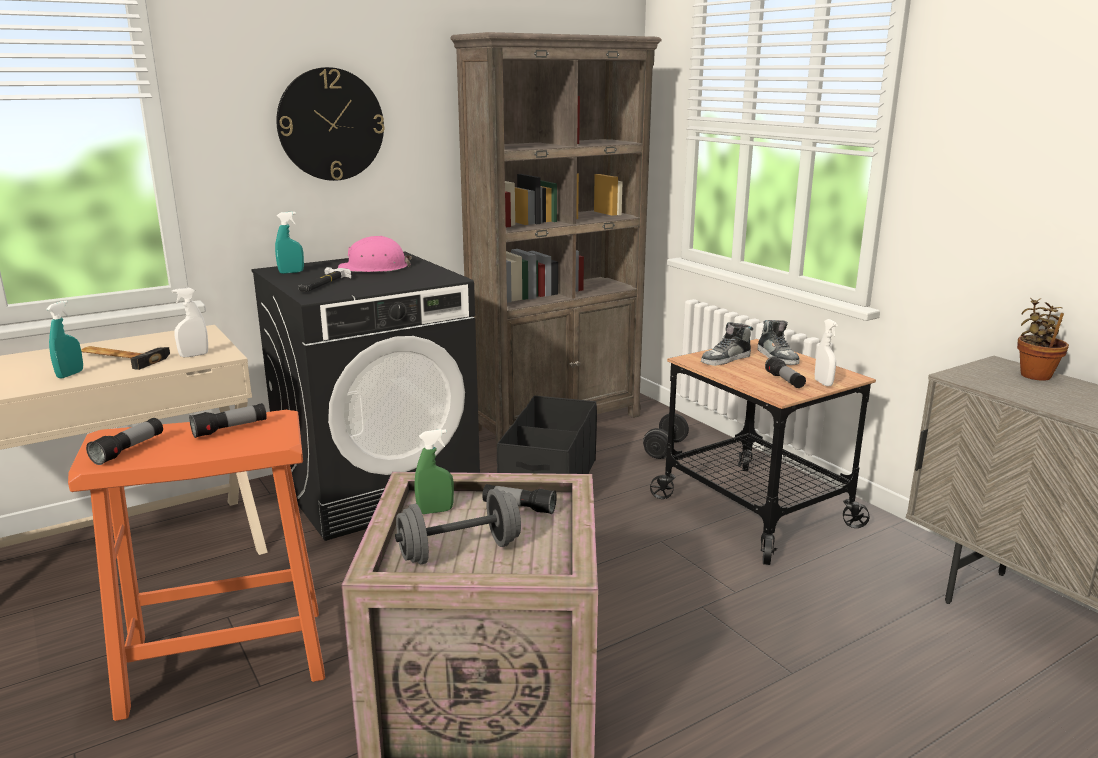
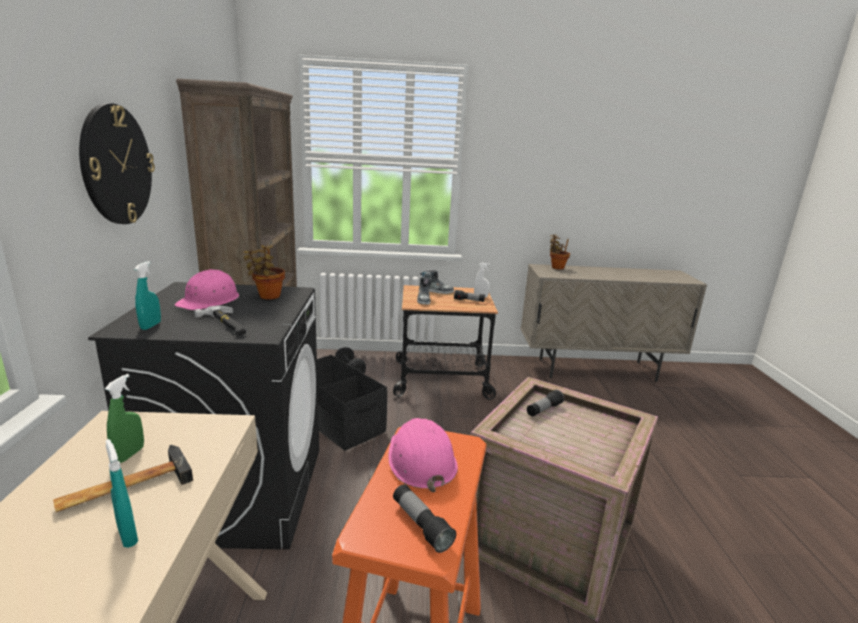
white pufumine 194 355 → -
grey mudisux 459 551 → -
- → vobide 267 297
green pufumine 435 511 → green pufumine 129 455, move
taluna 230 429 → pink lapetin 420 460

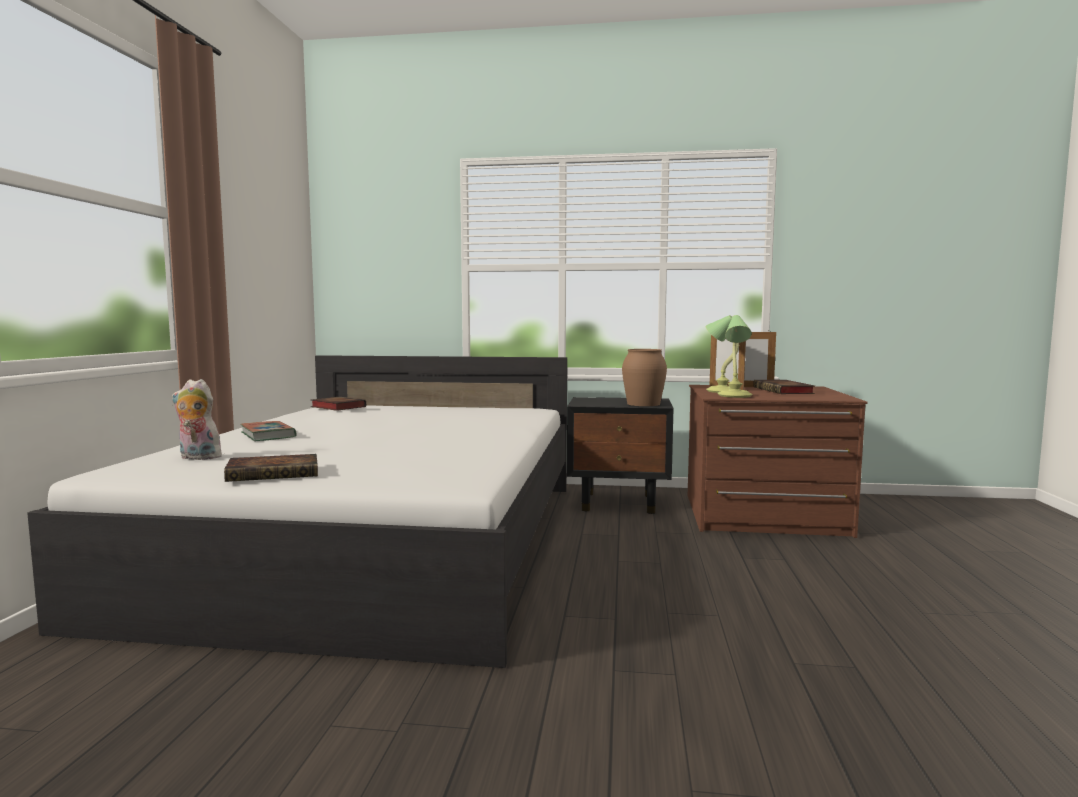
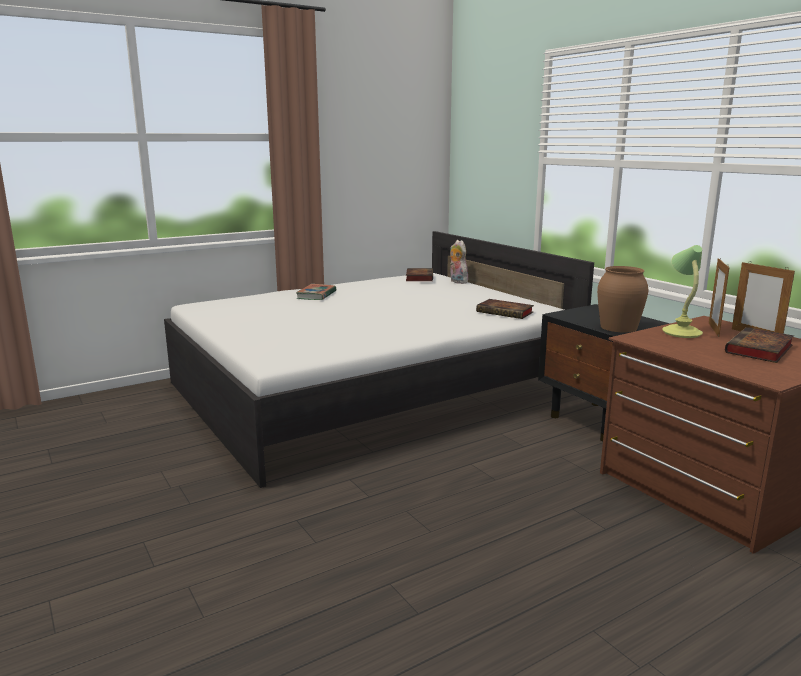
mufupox 734 396 → -
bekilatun 197 458 → bekilatun 457 281, move
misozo 276 473 → misozo 506 312, move

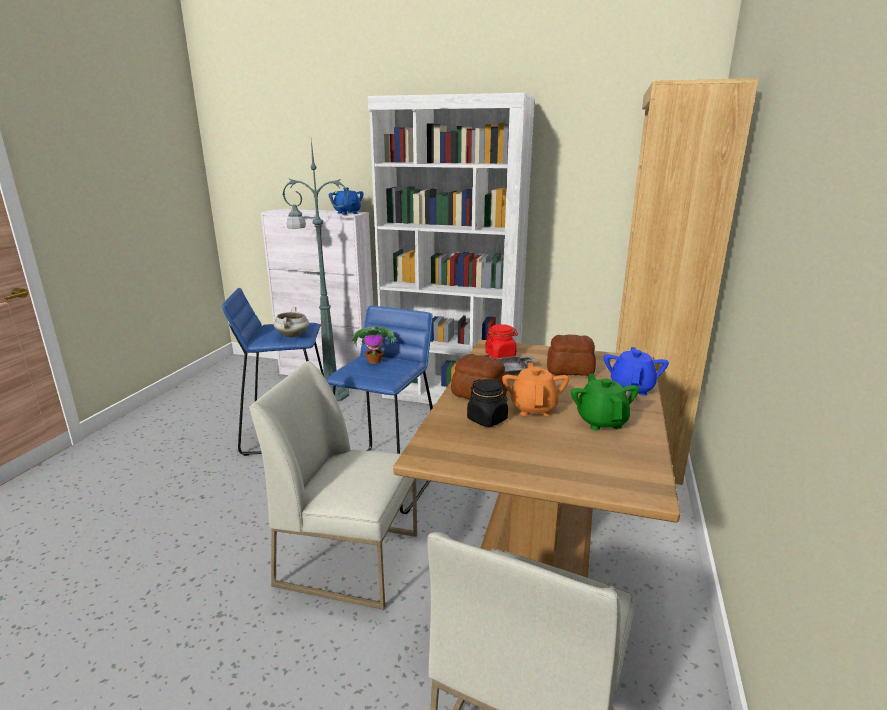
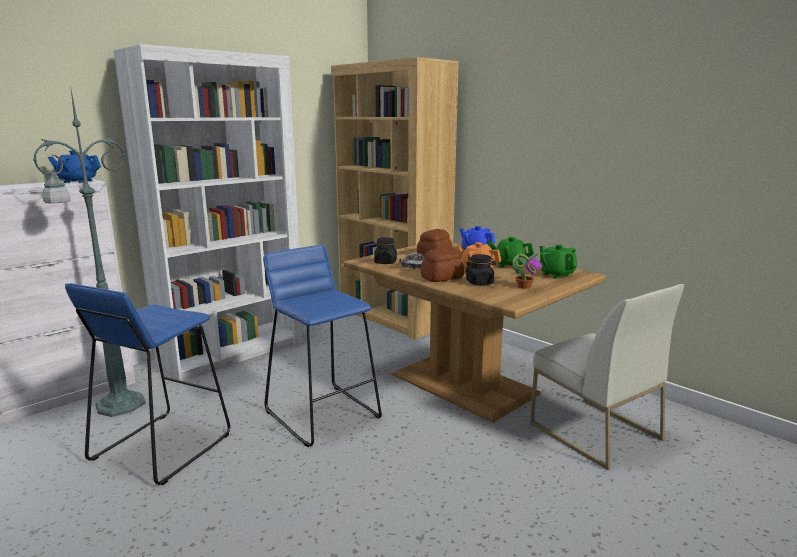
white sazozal 350 558 → -
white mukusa 293 336 → -
- → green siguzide 556 274
vobide 375 361 → vobide 524 286, move
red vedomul 500 355 → black vedomul 385 262

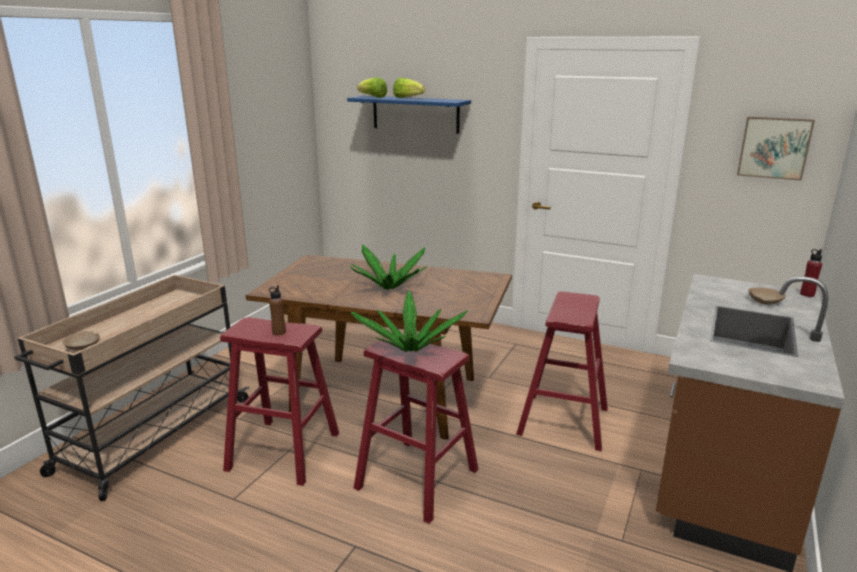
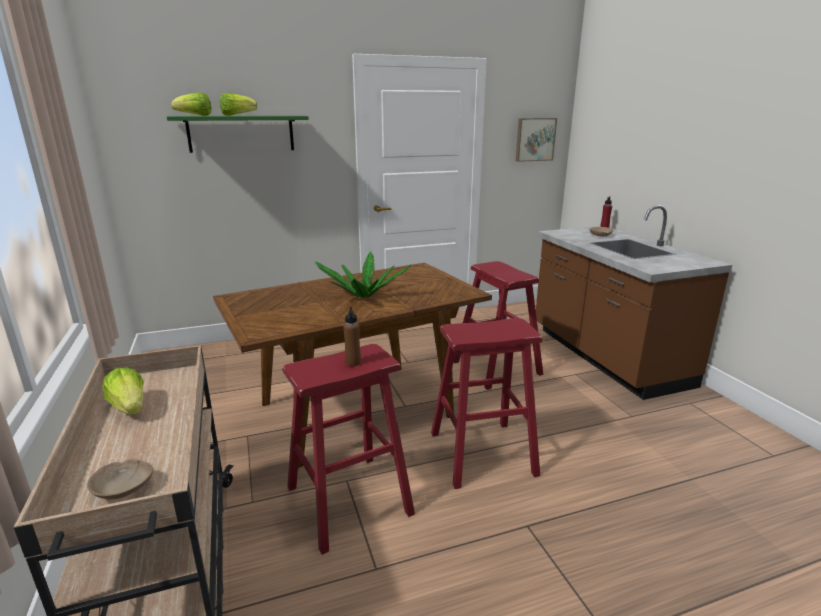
vobide 410 348 → -
- → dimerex 129 407
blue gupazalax 415 114 → green gupazalax 241 133

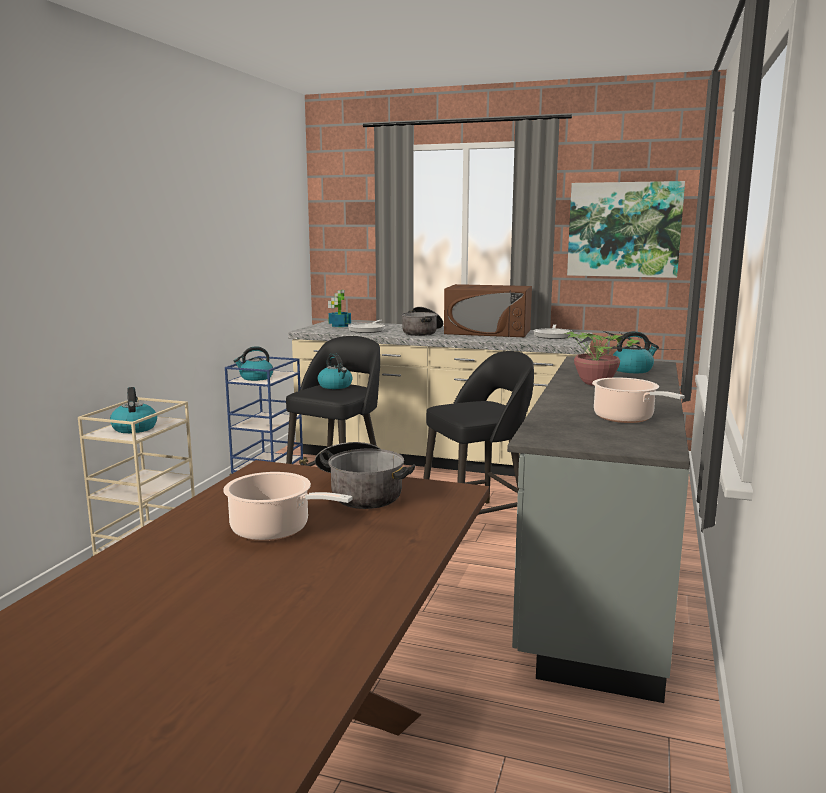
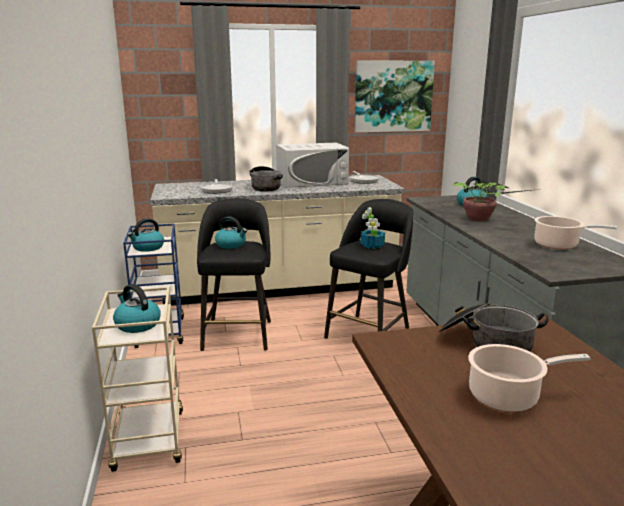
vobide 339 326 → vobide 372 246, move
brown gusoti 488 332 → white gusoti 312 181

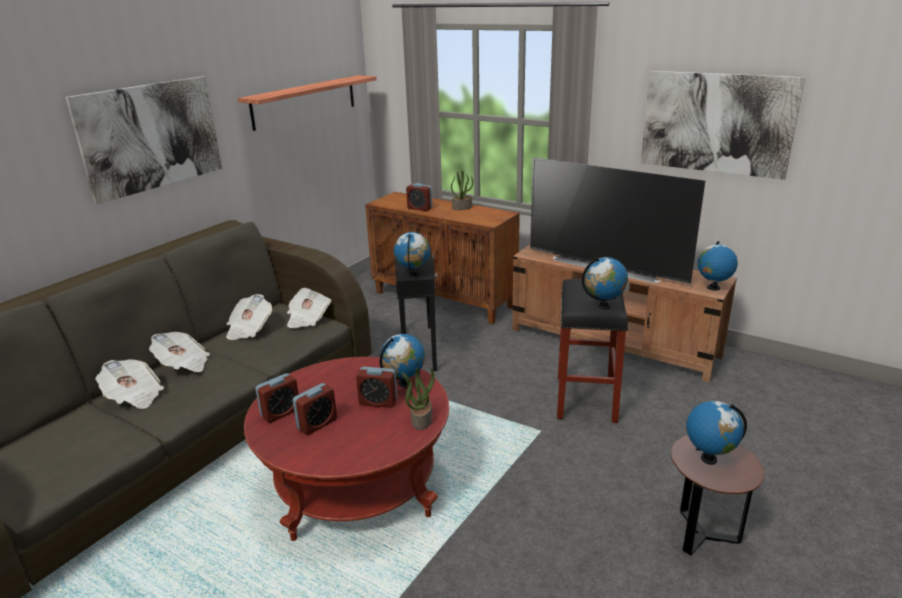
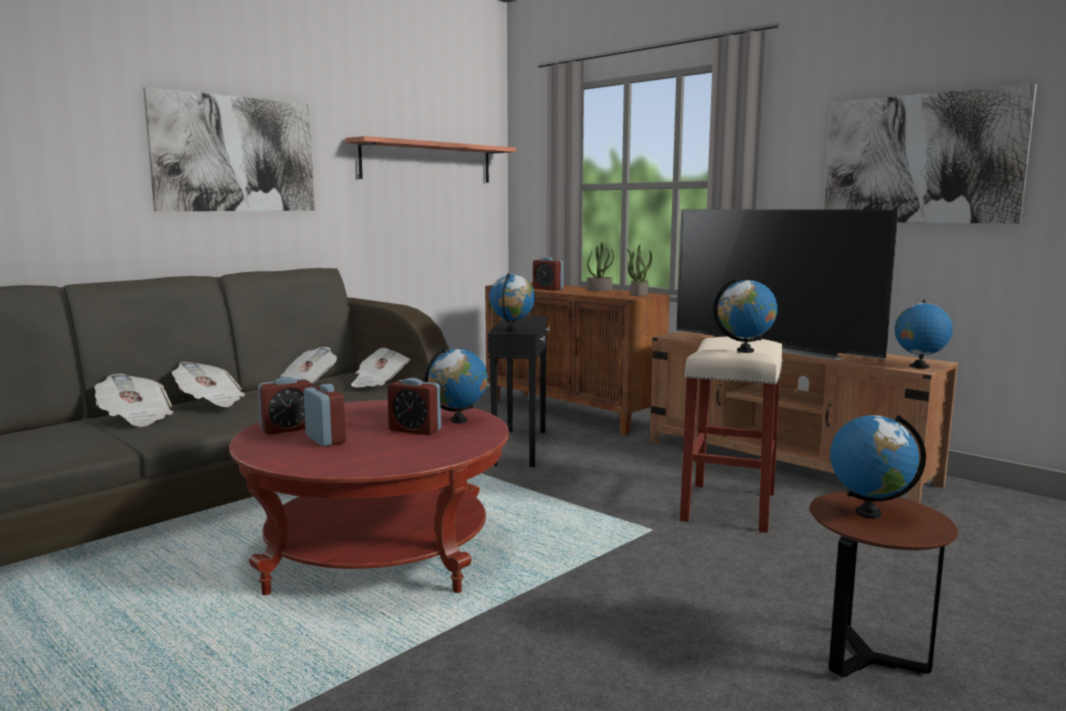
vobide 421 419 → vobide 638 294, move
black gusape 586 399 → beige gusape 729 507
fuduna 317 424 → fuduna 325 439, 90 degrees counterclockwise

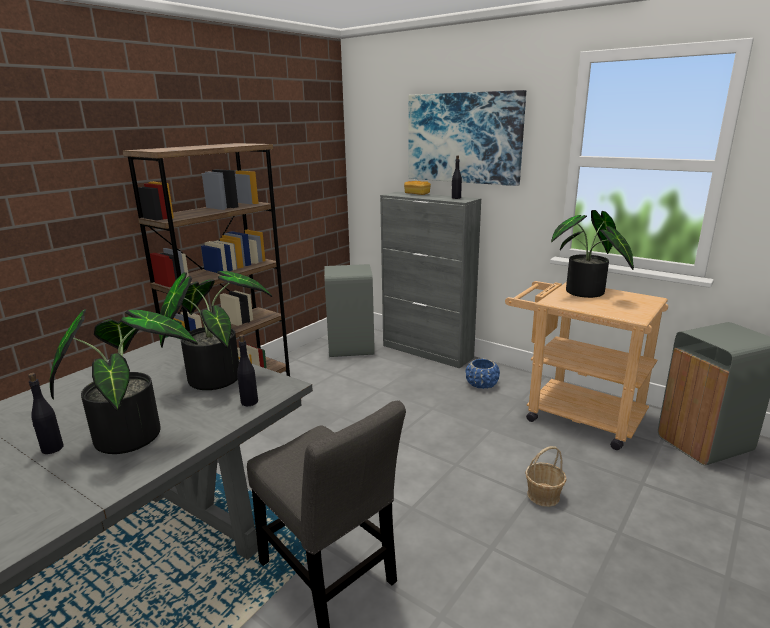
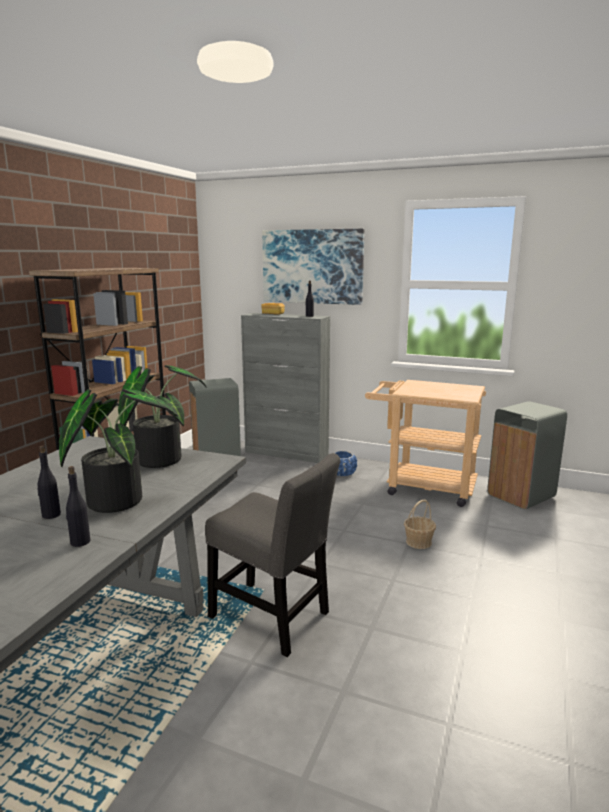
vobide 586 294 → -
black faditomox 249 402 → black faditomox 80 542, move

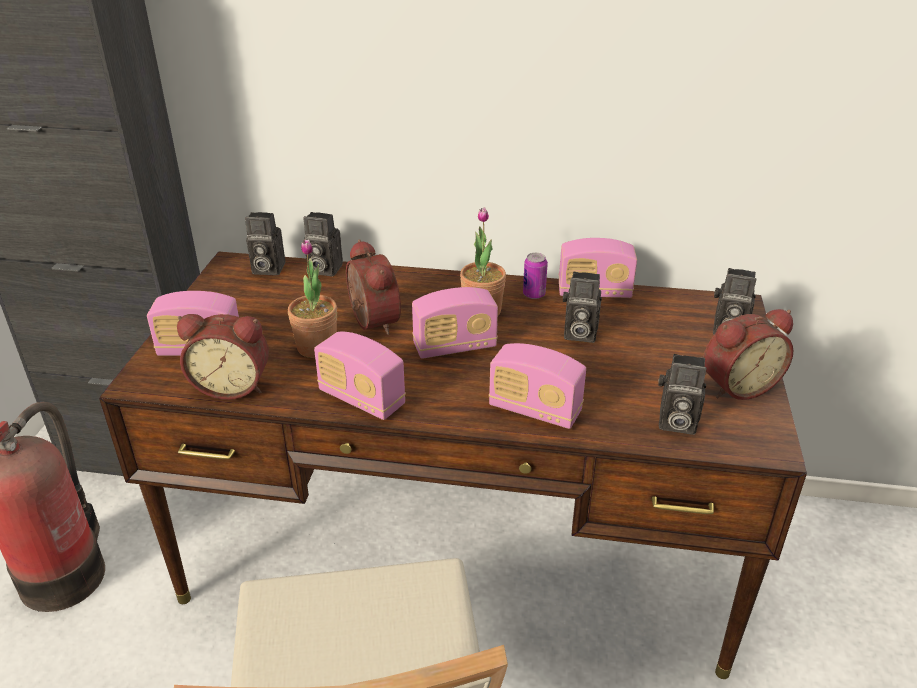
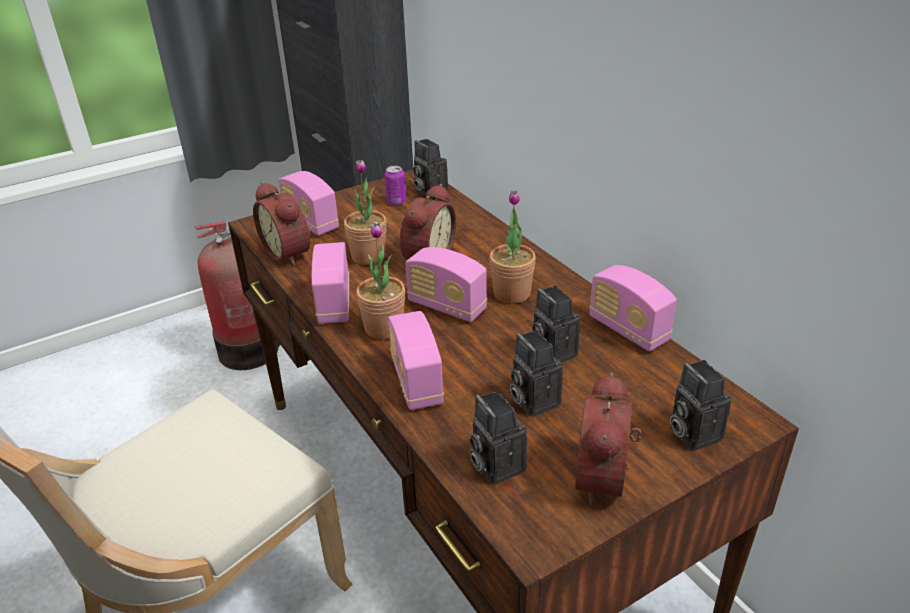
- → vobide 384 328
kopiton 322 269 → kopiton 532 400, move
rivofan 534 294 → rivofan 396 202, move
fuduna 737 385 → fuduna 606 479, 75 degrees clockwise

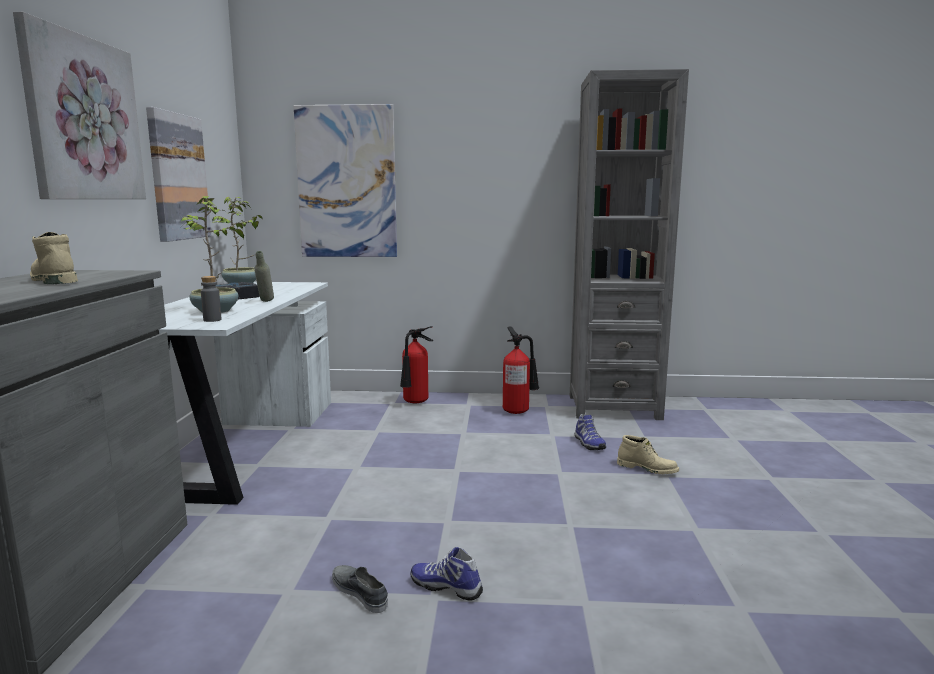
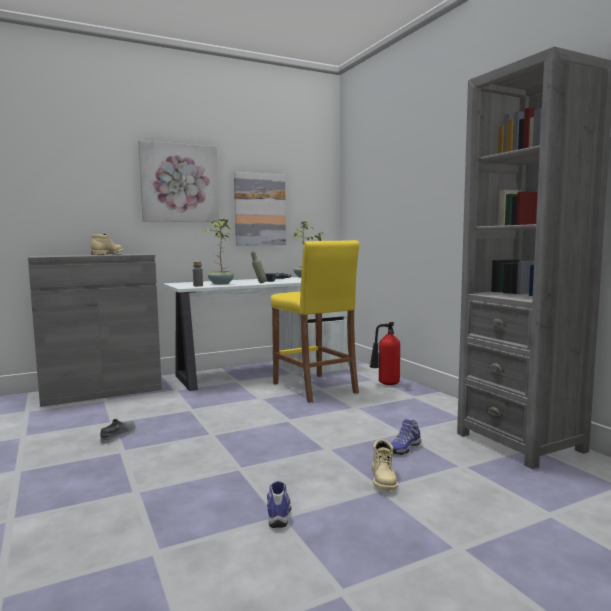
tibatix 346 182 → -
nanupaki 518 411 → -
- → yellow gusape 314 388
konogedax 447 587 → konogedax 279 513, move

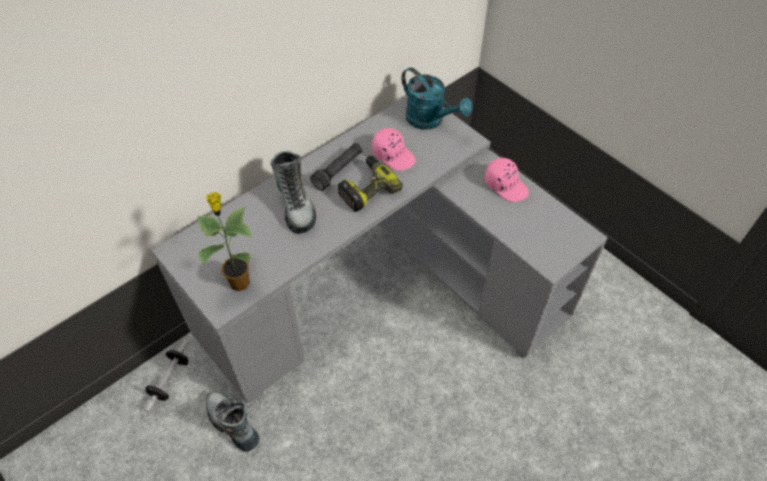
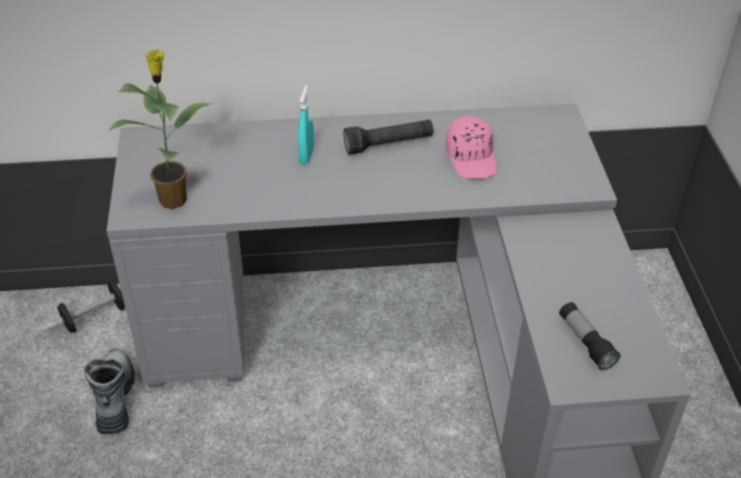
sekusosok 366 188 → -
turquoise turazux 430 120 → -
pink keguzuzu 506 185 → -
- → taluna 585 342
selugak 296 205 → turquoise pufumine 306 156

